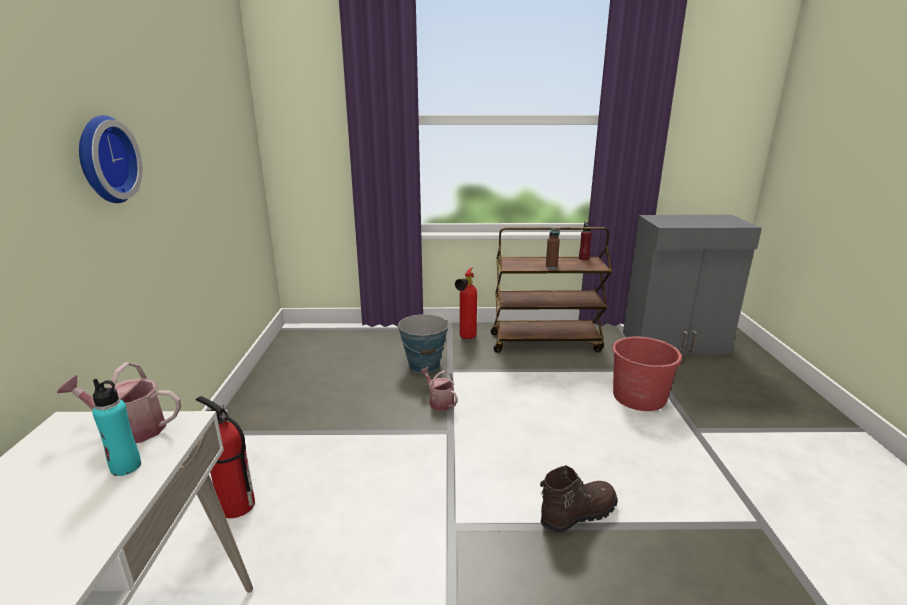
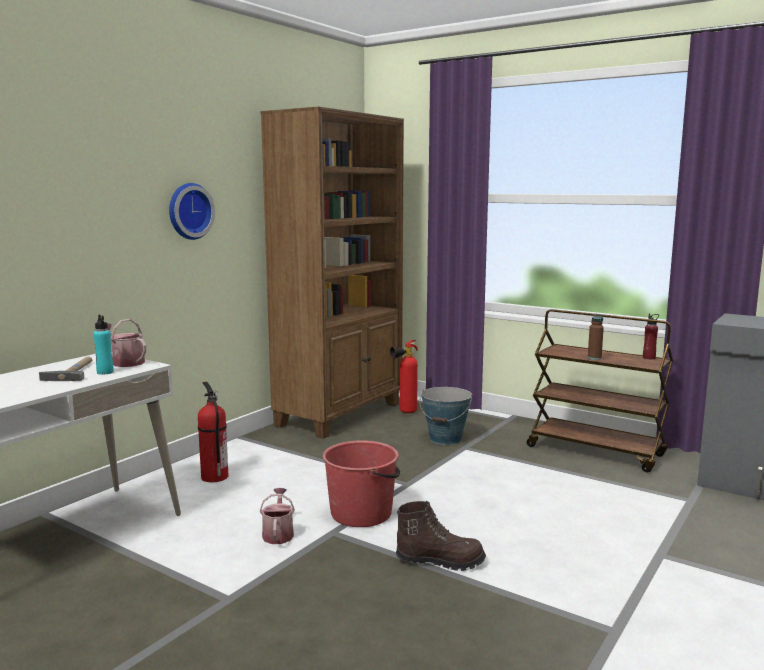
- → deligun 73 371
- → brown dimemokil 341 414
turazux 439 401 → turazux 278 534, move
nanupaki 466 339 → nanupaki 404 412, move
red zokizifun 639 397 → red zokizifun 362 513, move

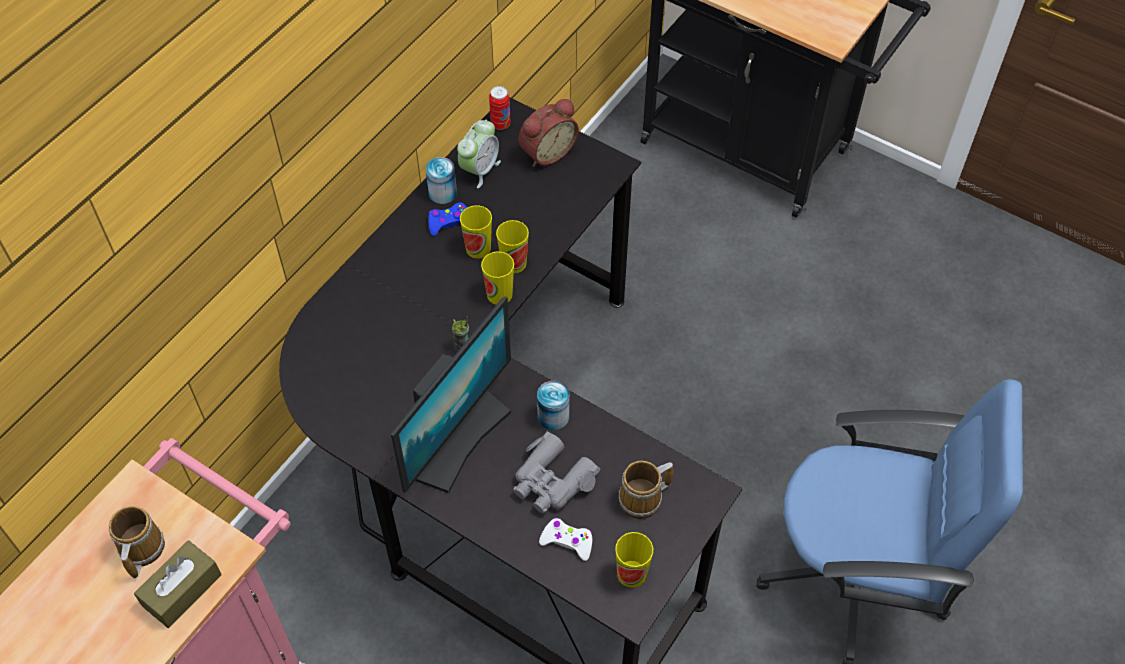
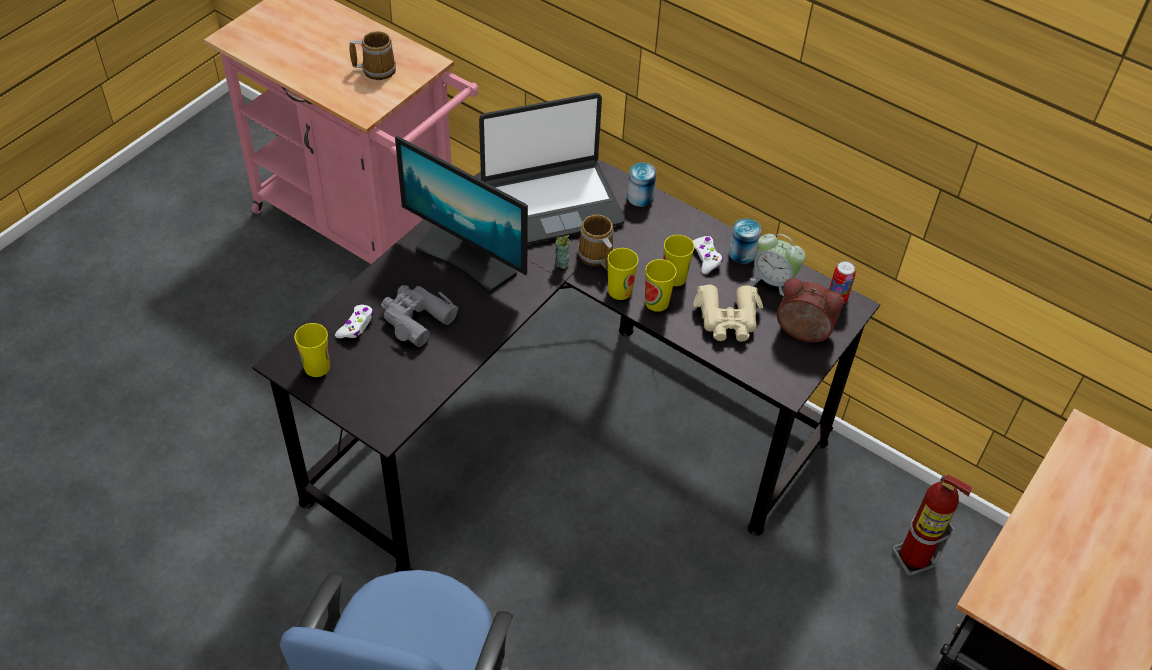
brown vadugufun 182 590 → -
- → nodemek 551 203
- → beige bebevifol 728 319
- → nanupaki 913 559
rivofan 553 416 → rivofan 640 197, move
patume 643 499 → patume 595 256, move
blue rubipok 449 222 → white rubipok 705 257
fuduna 546 152 → fuduna 802 333, 150 degrees clockwise

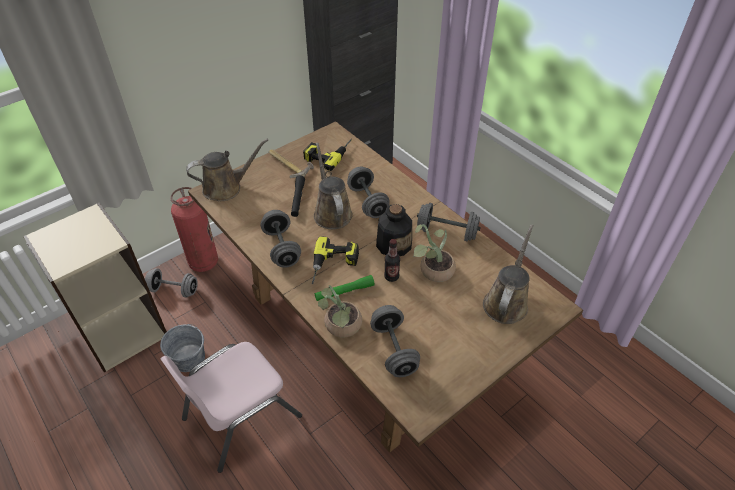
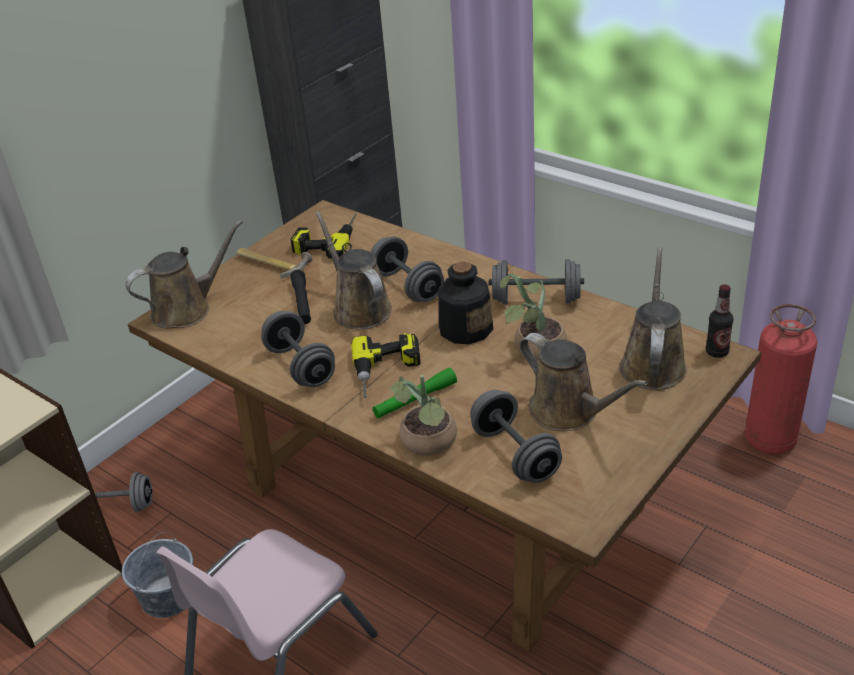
- → brown turazux 569 412
nanupaki 203 262 → nanupaki 770 439, move
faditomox 391 277 → faditomox 717 352, move

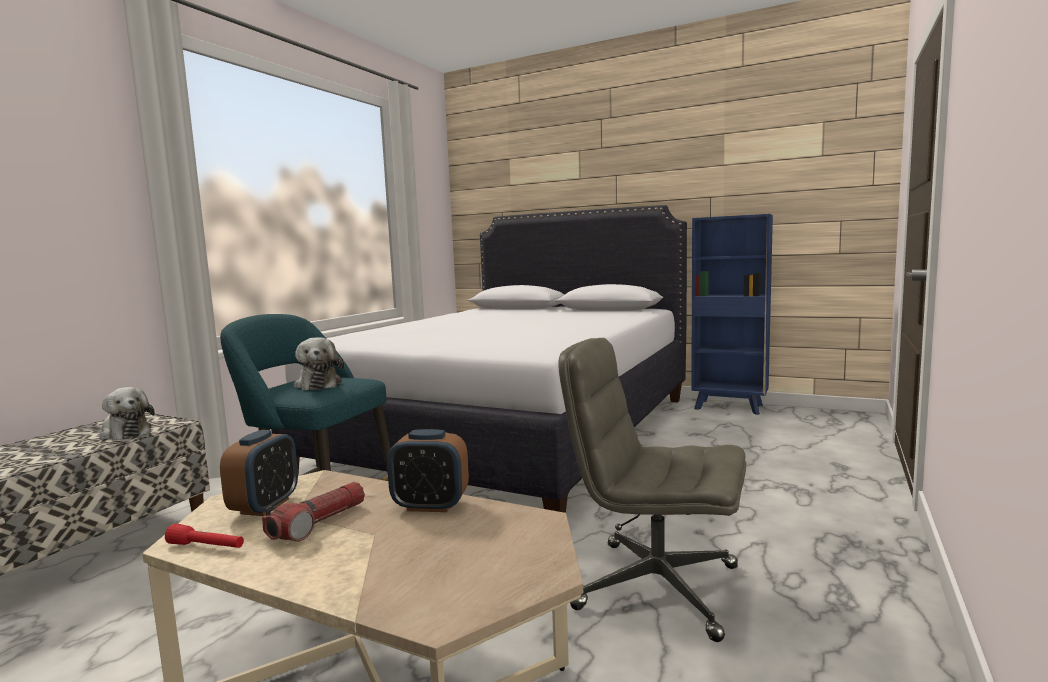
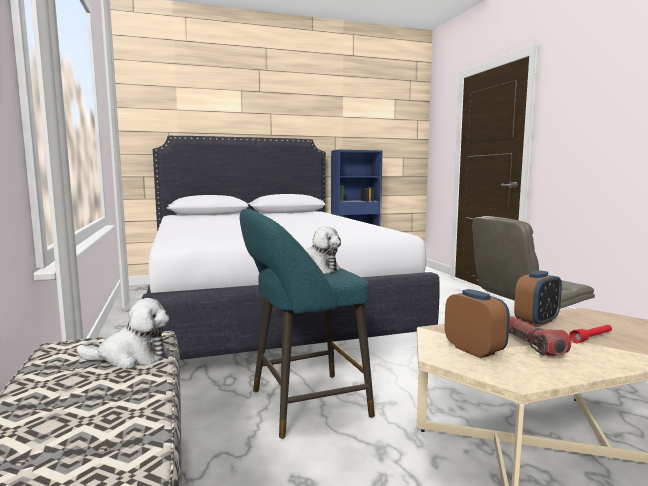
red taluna 206 547 → red taluna 591 338, move

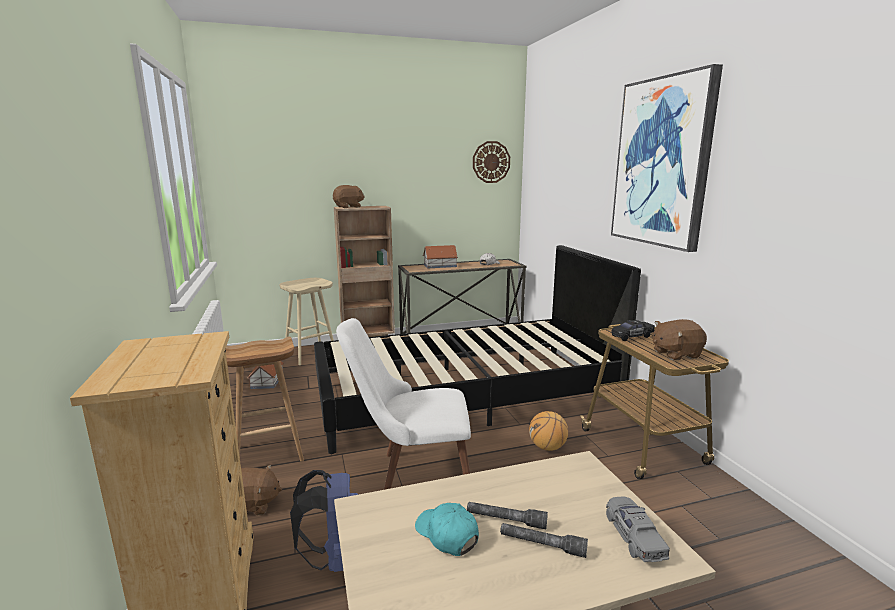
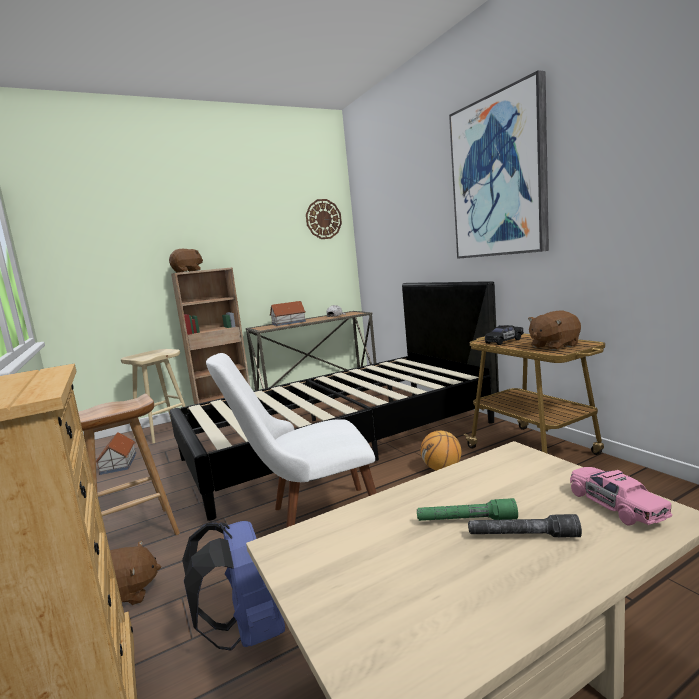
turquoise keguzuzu 447 535 → -
grey taluna 506 520 → green taluna 466 520
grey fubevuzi 634 537 → pink fubevuzi 615 506

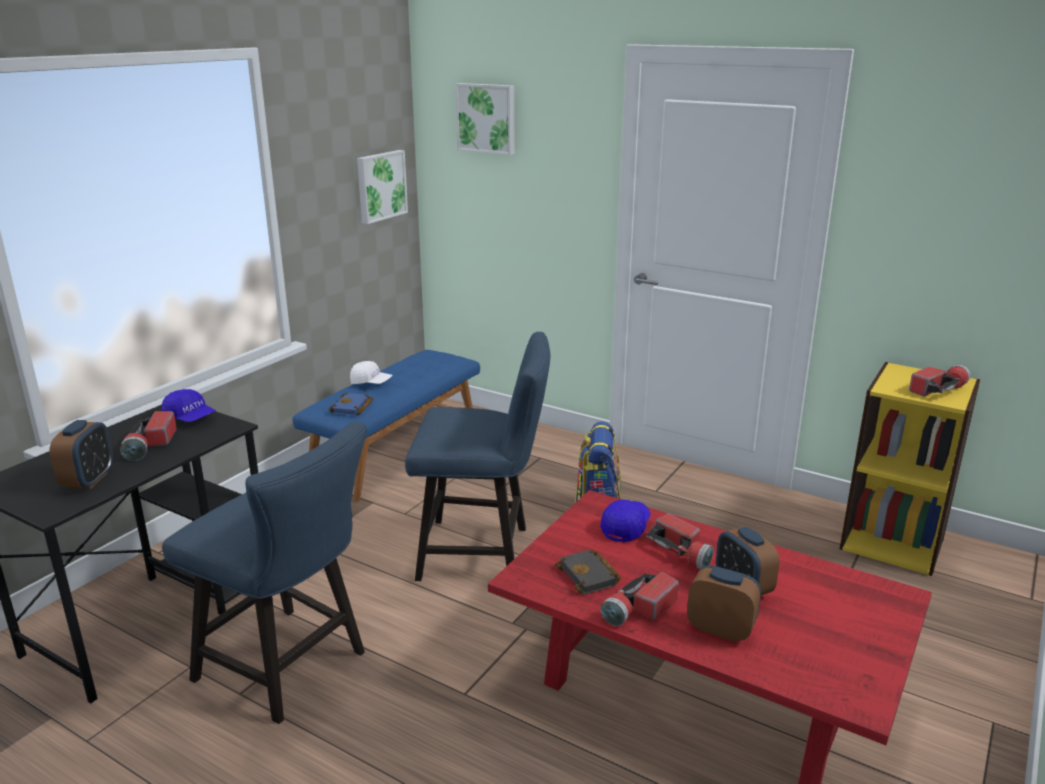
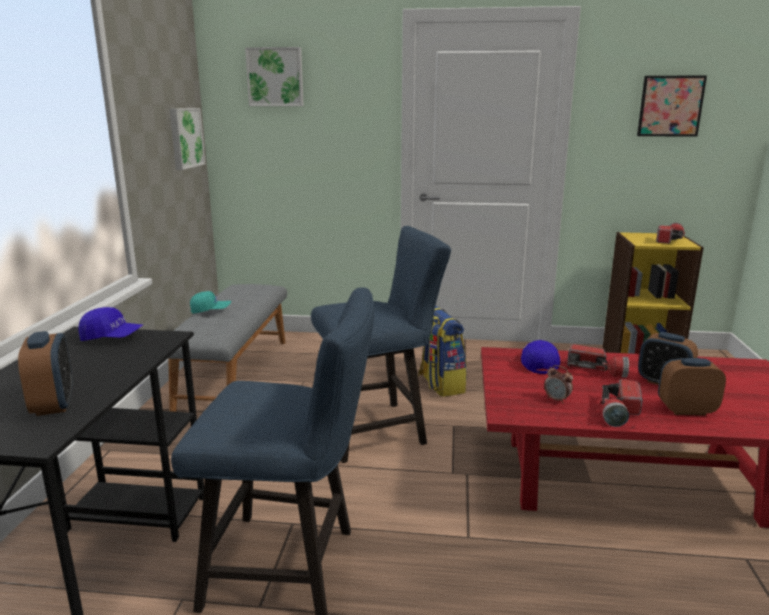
taluna 150 445 → -
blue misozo 352 408 → -
- → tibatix 670 106
black misozo 590 576 → fuduna 557 400
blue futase 396 451 → grey futase 233 373
white keguzuzu 371 382 → turquoise keguzuzu 211 310

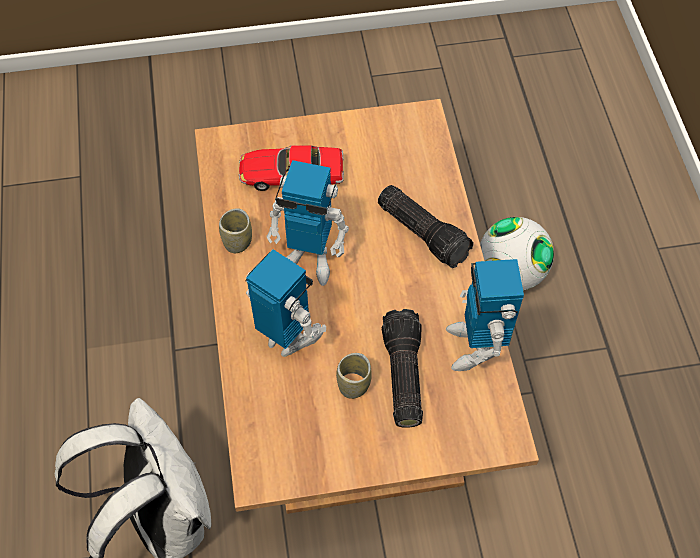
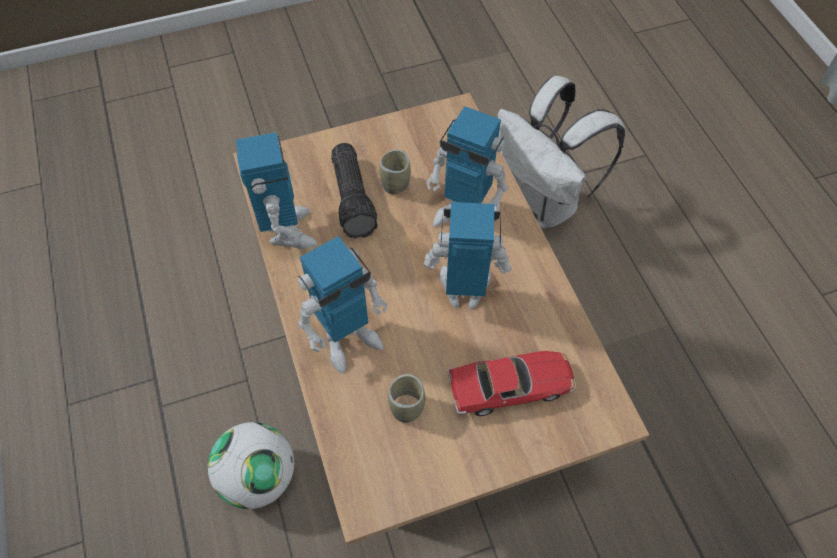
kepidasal 237 242 → kepidasal 406 407, move
taluna 424 232 → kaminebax 347 339

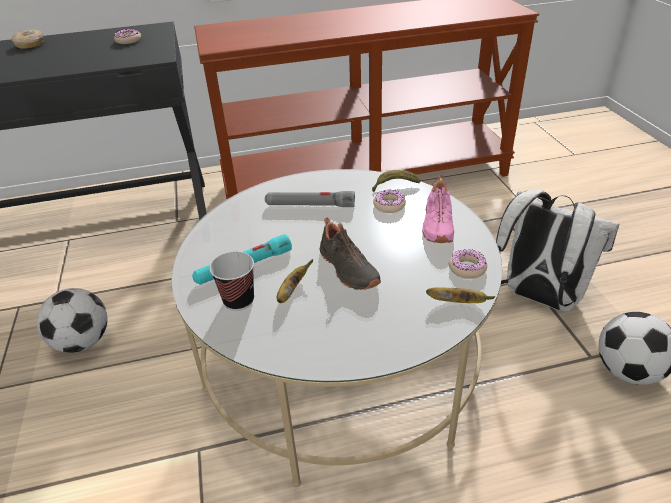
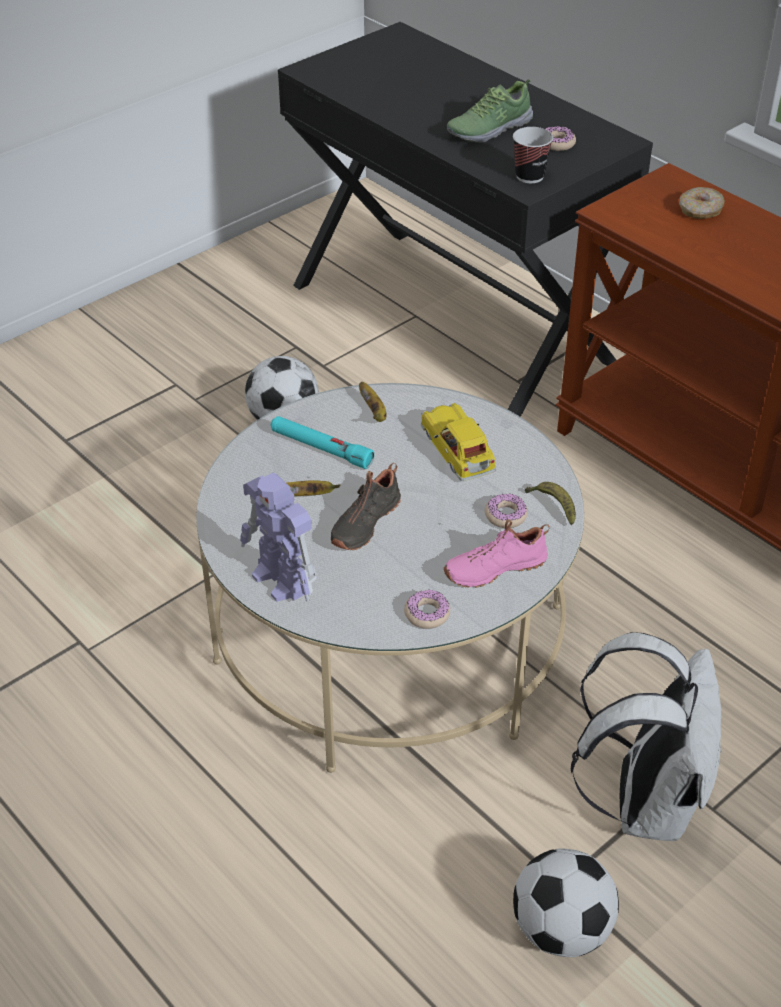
- → kaminebax 282 580
- → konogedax 488 128
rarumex 30 44 → rarumex 700 210, move
kepidasal 239 301 → kepidasal 529 176, move
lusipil 458 303 → lusipil 374 412, move
grey taluna 310 205 → fubevuzi 458 452

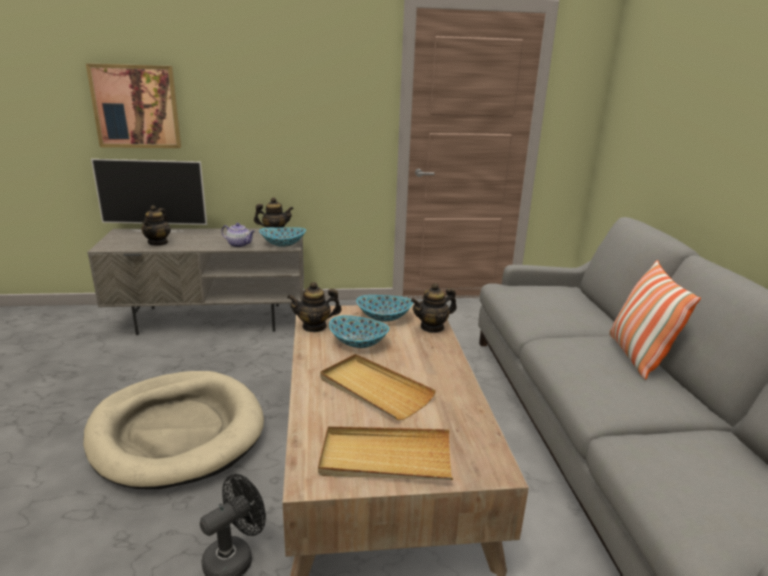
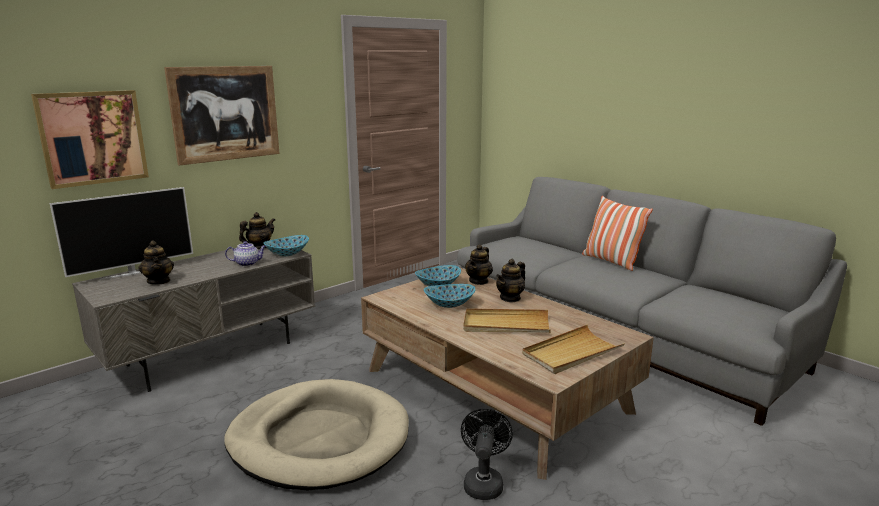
- → tibatix 225 113
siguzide 314 326 → siguzide 510 298, move

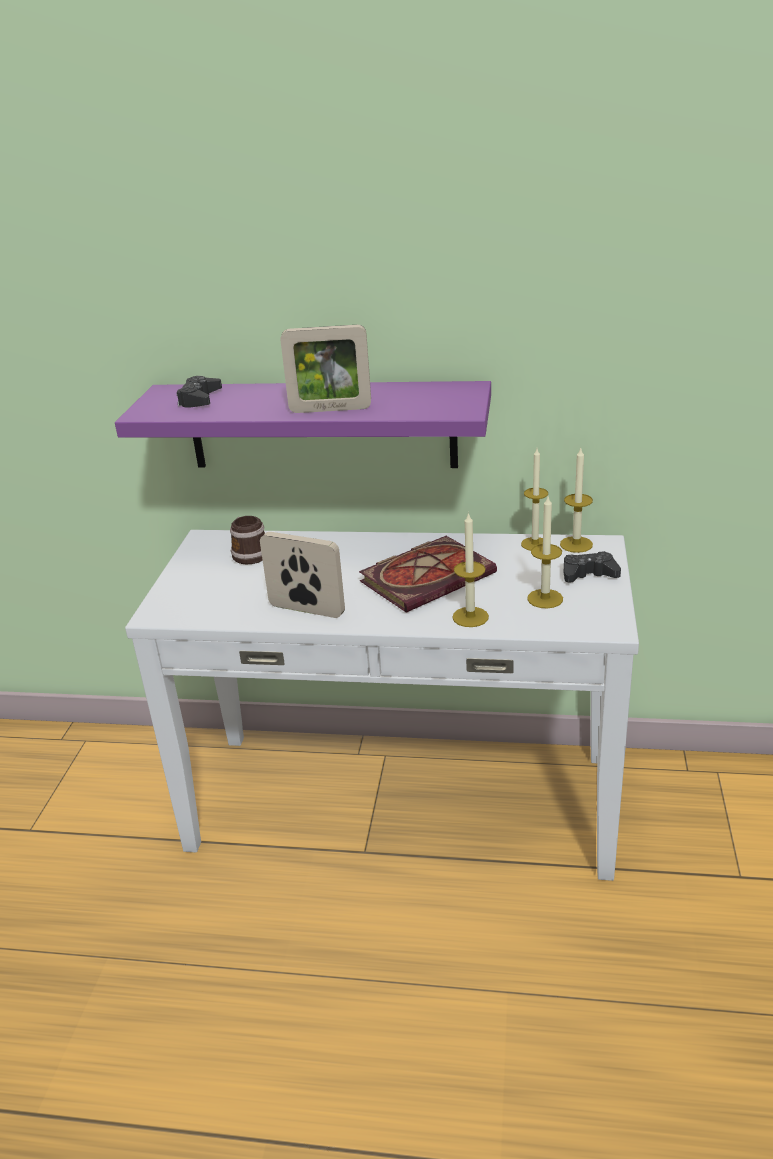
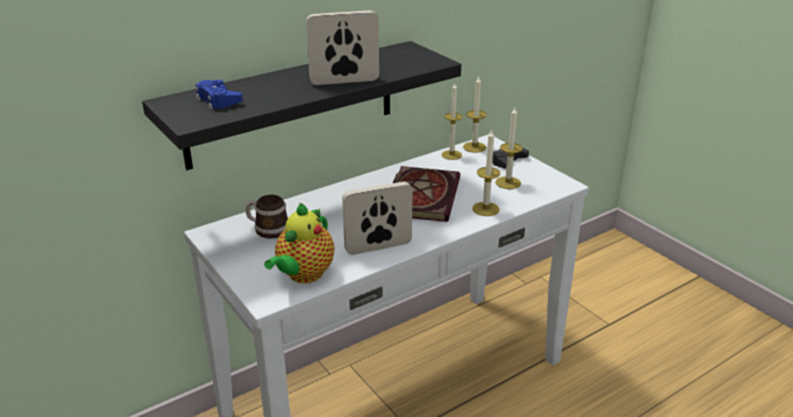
- → siguzide 303 275
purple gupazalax 321 425 → black gupazalax 292 104
black rubipok 199 399 → blue rubipok 218 100
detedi 330 409 → detedi 344 81, 150 degrees counterclockwise

